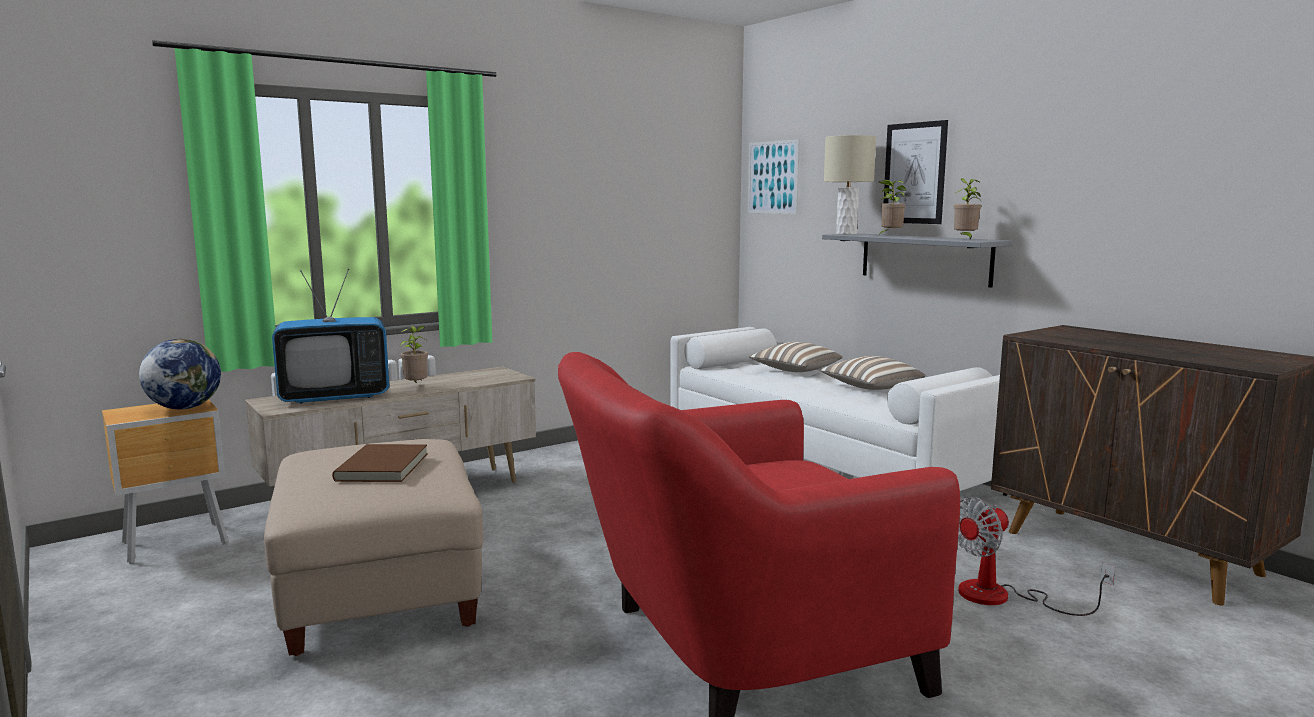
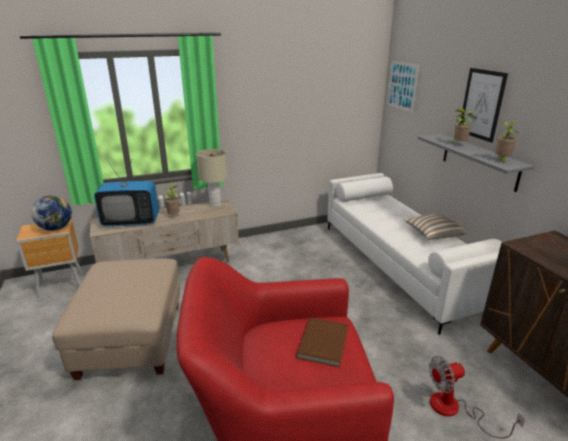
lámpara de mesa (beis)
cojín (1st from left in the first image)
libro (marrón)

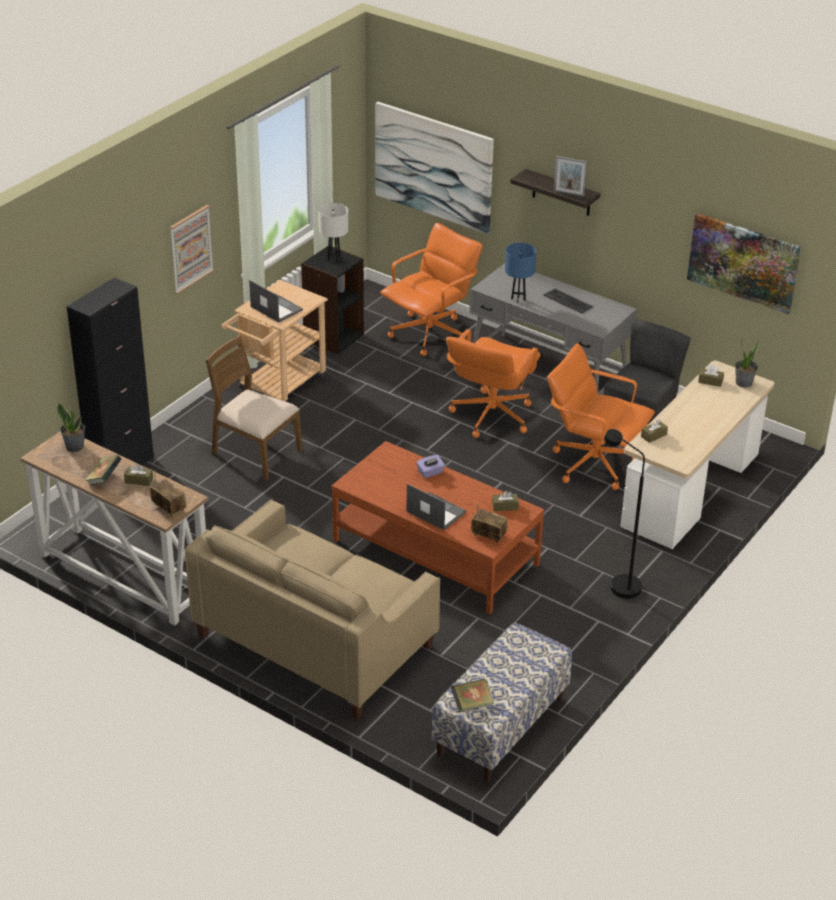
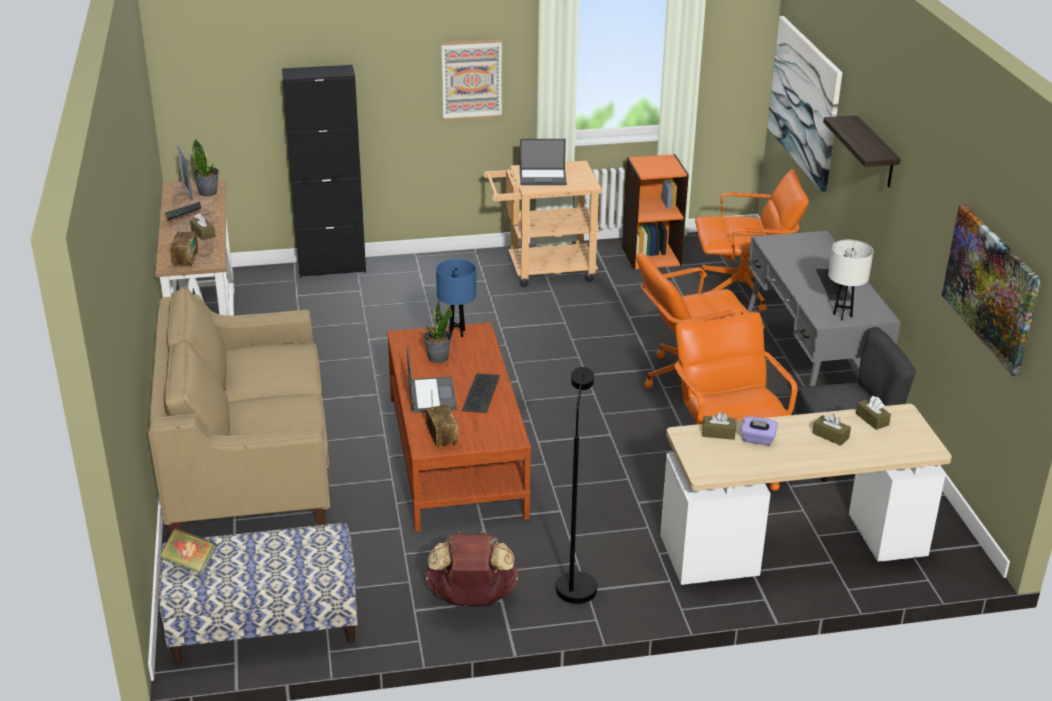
portarretratos
lámpara de mesa (blanco)
lámpara de mesa (azul)
estantería (naranja)
portátil (2nd from left)
silla (marrón)
planta en maceta (2nd from left)
caja de pañuelos (morado)
caja de pañuelos (marrón) (3rd from left)
teclado (1st from left)
mochila (marrón)

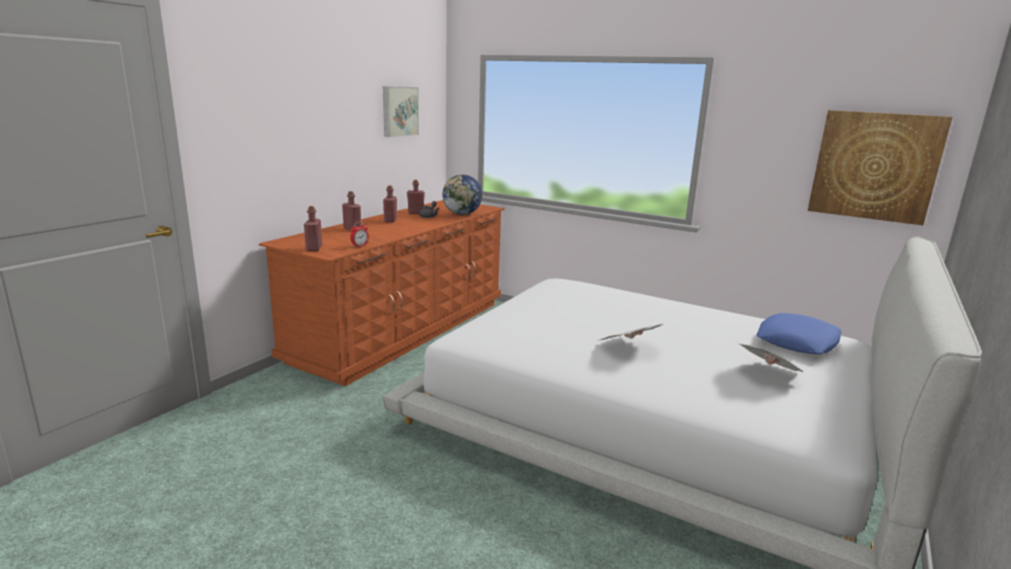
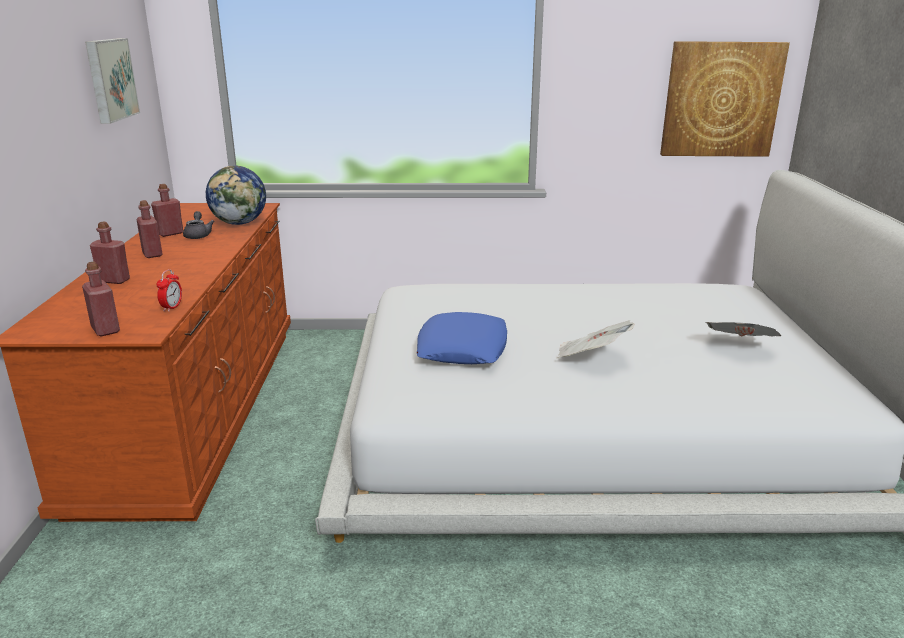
cojín (azul)

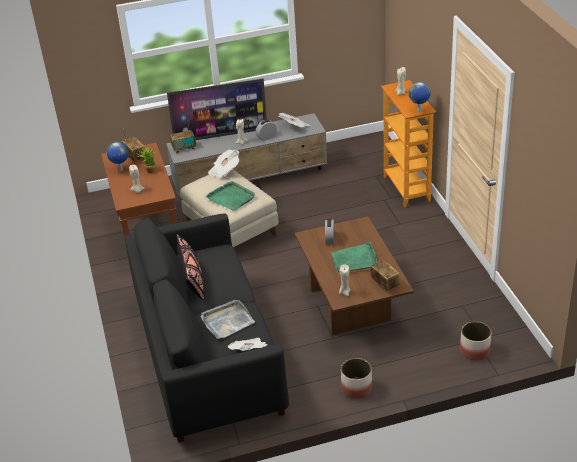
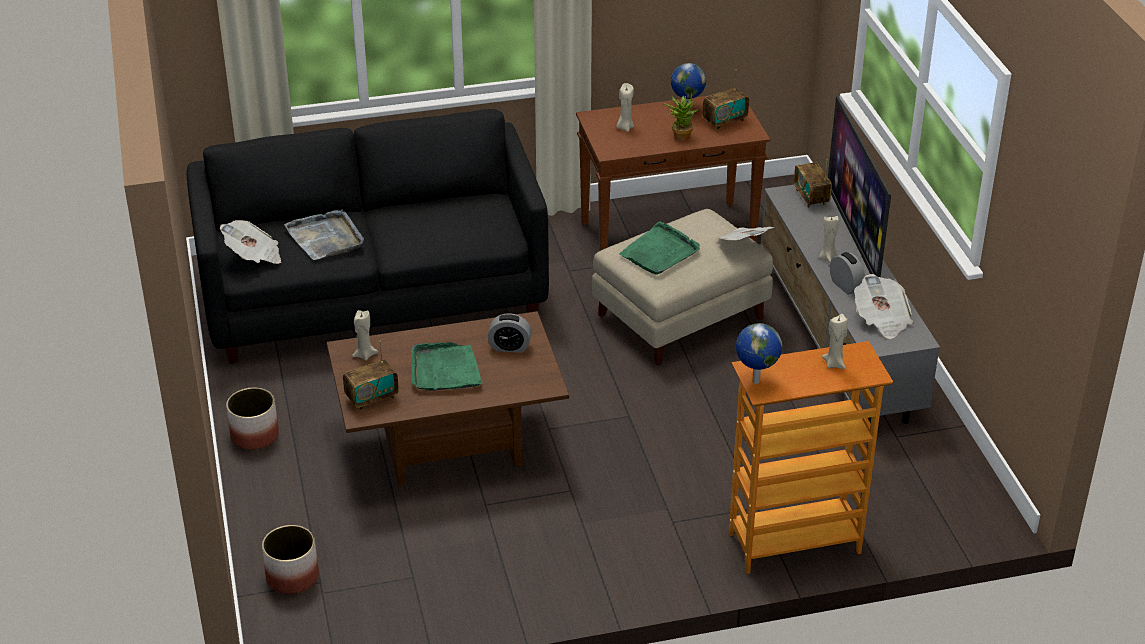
cojín (negro)

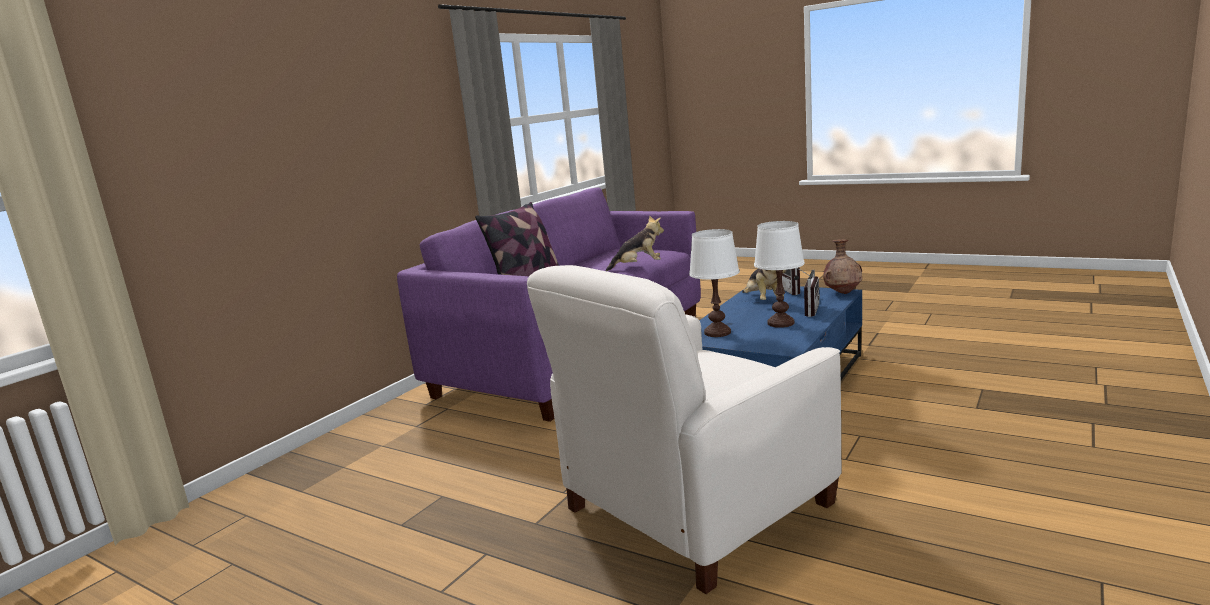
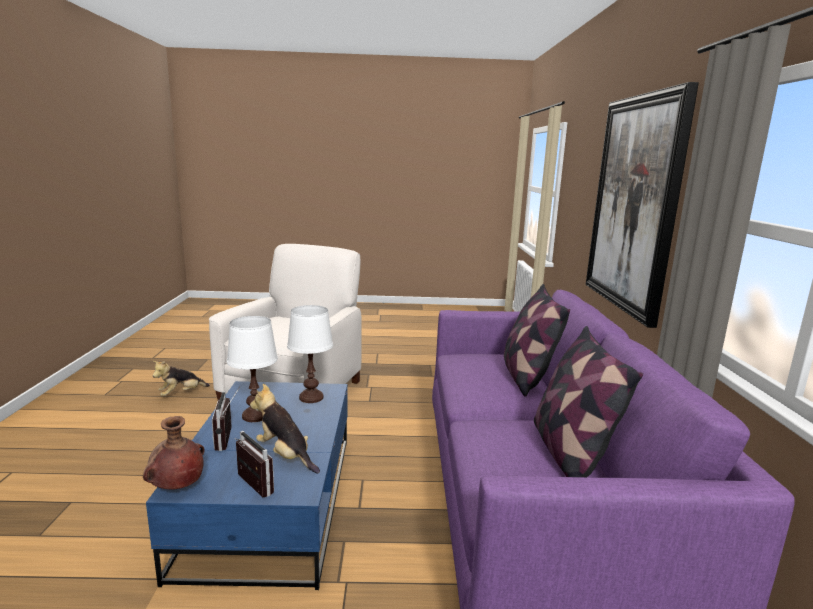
peluche (1st from left)
cuadro
cojín (2nd from left)

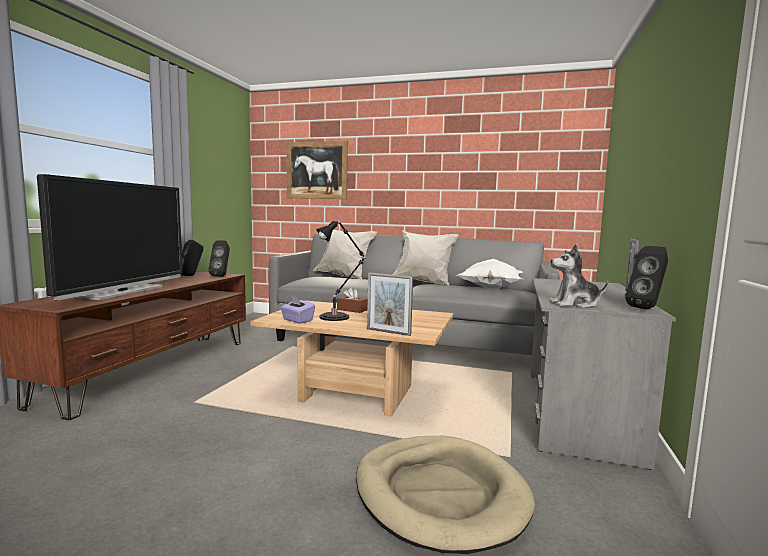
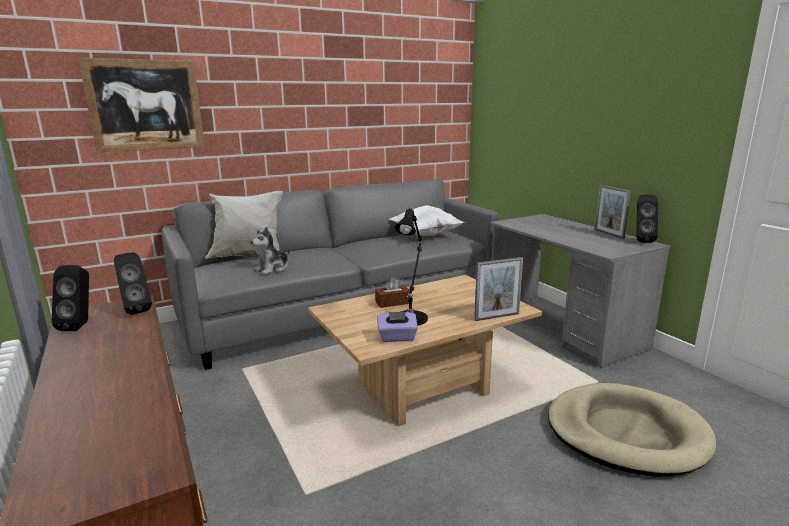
televisor
cojín (blanco) (2nd from left in the first image)
peluche

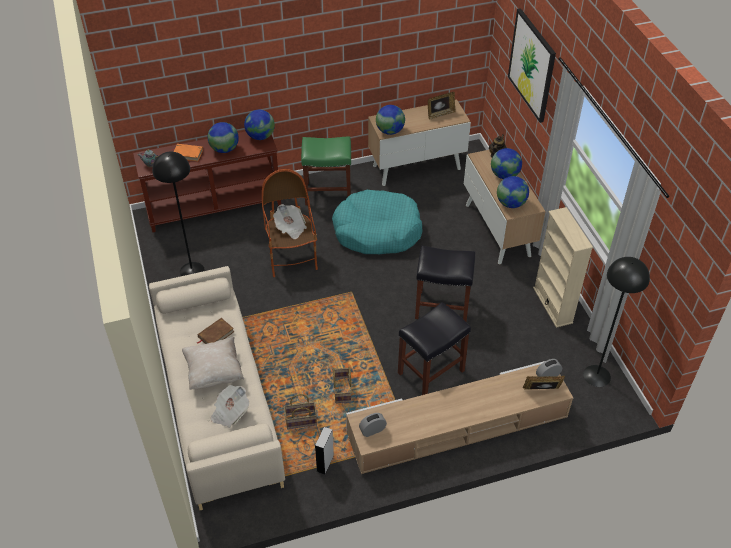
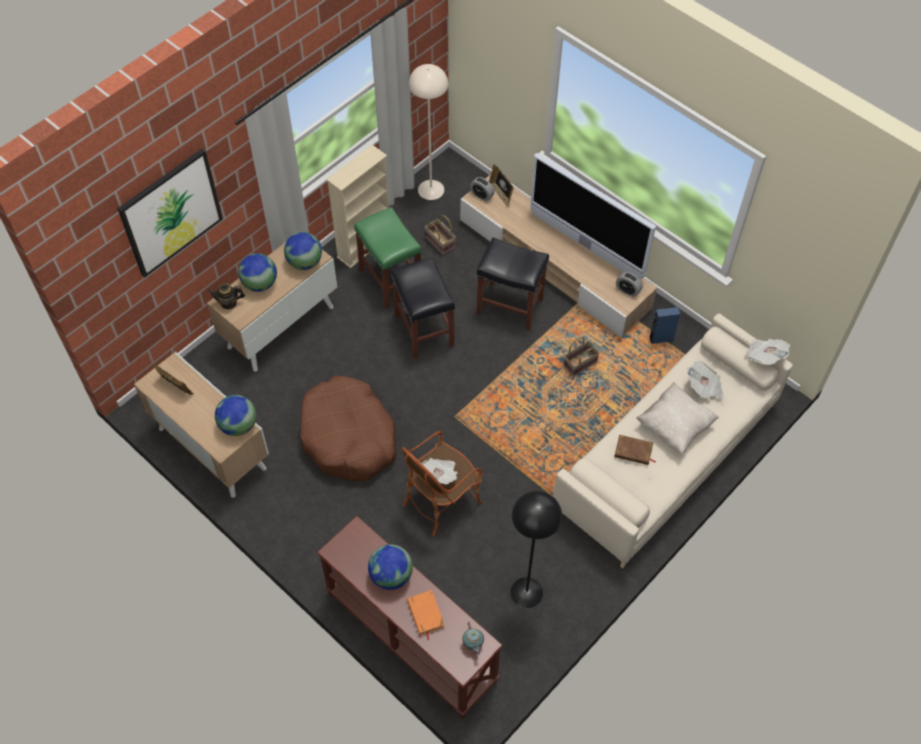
globo terráqueo (2nd from left in the first image)
taburete (verde)
cama para perro (marrón)
lámpara de pie (beis)
cesta (1st from left)
altavoz (azul)
televisor
periódico (3rd from left)

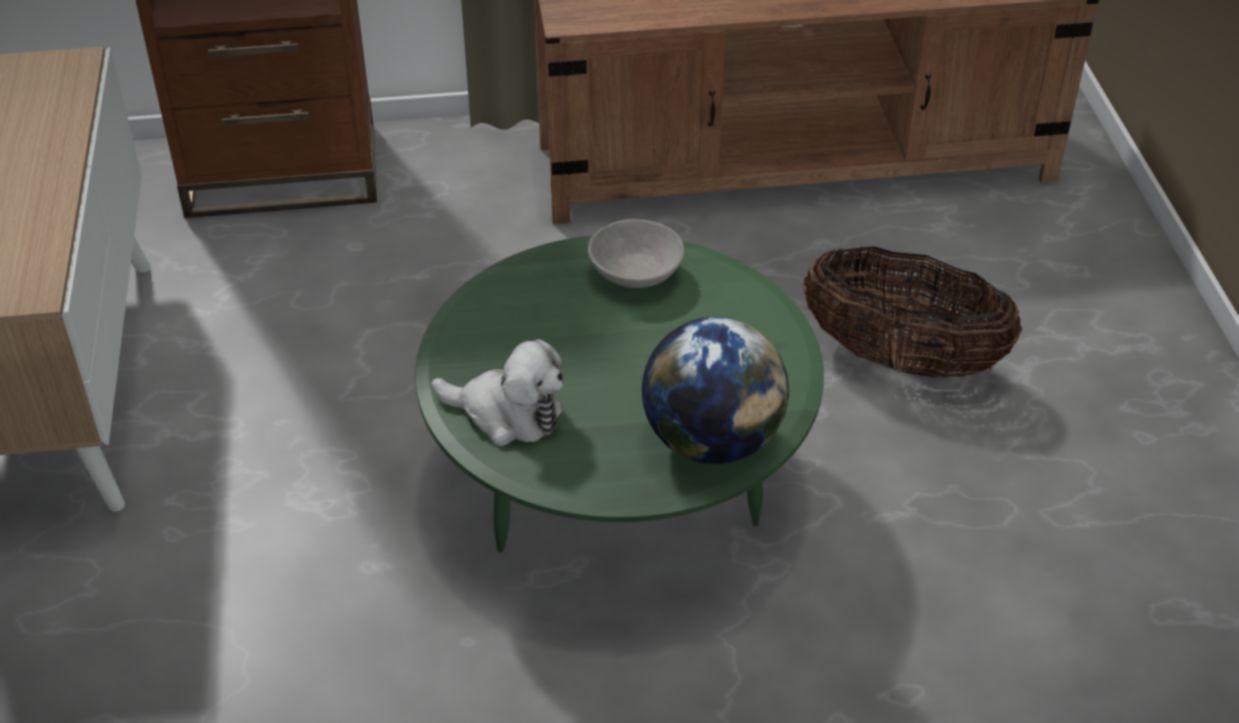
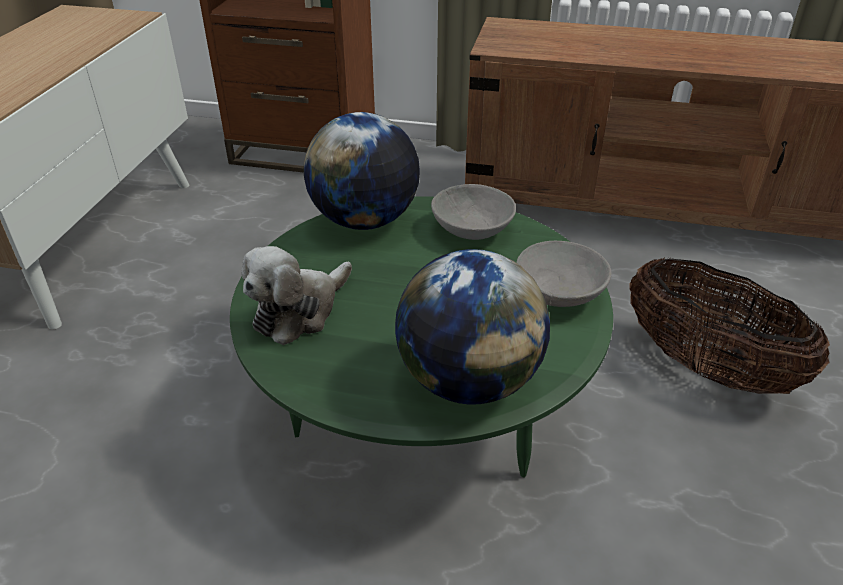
peluche
globo terráqueo (1st from left)
cuenco (gris) (2nd from left)

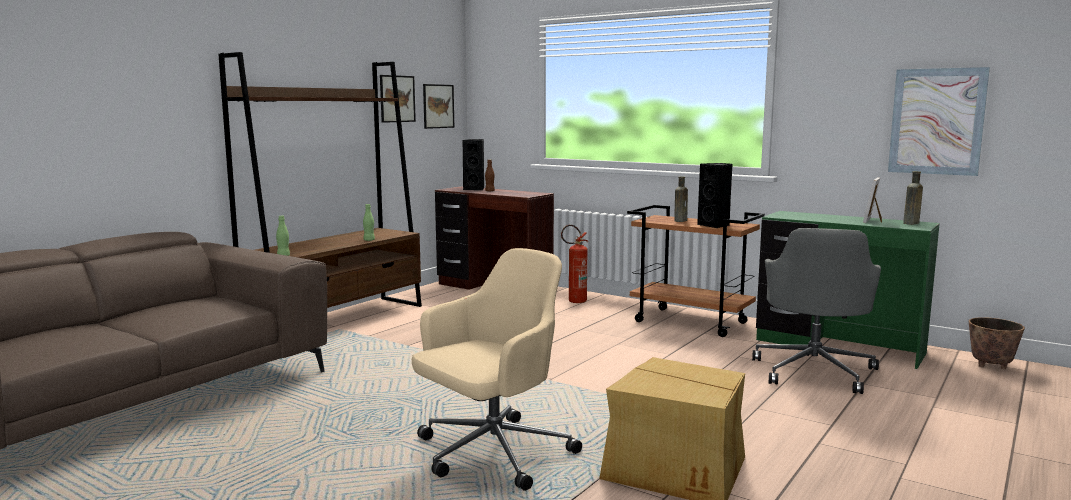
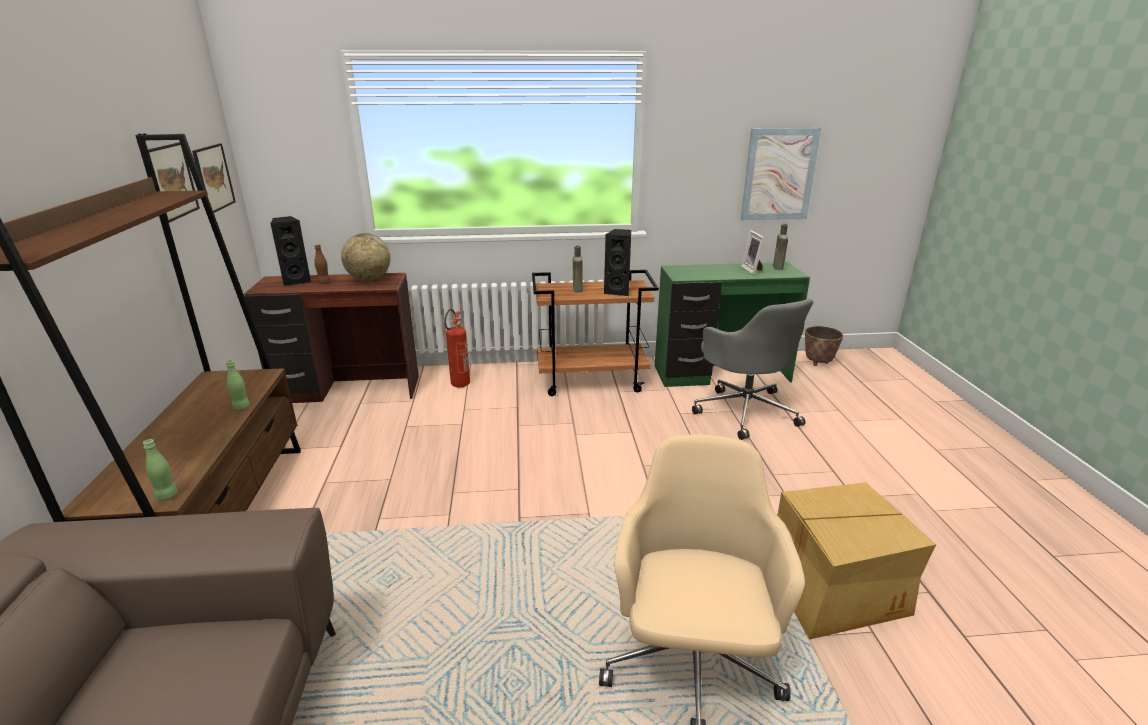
globo terráqueo

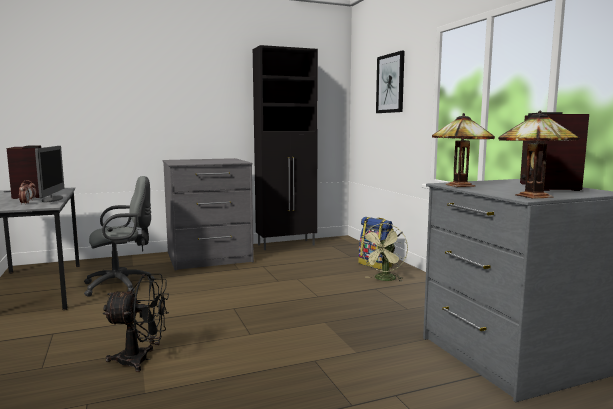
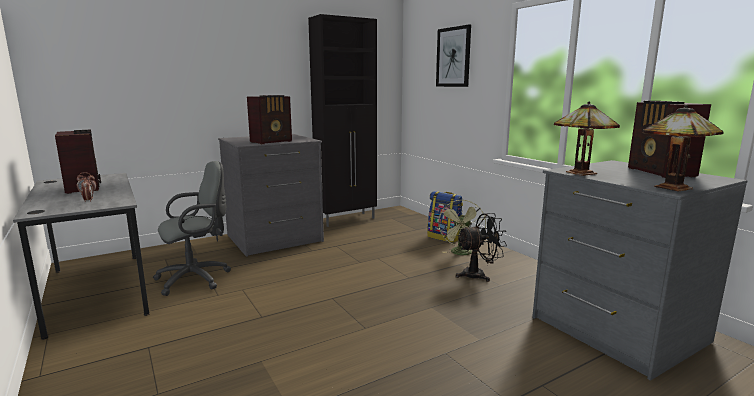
monitor
ventilador (negro)
radio (2nd from left)

